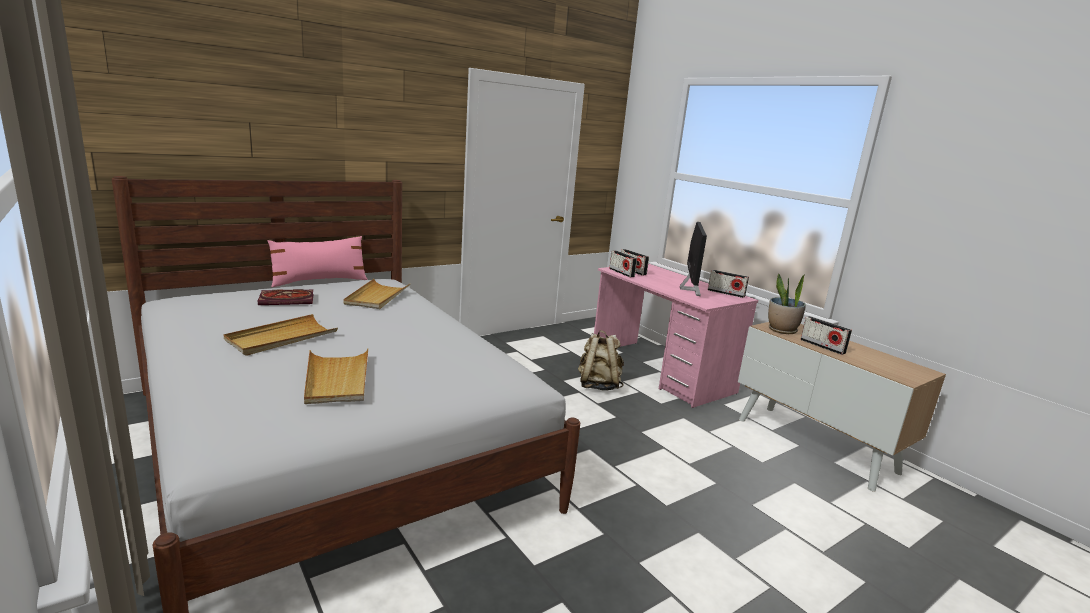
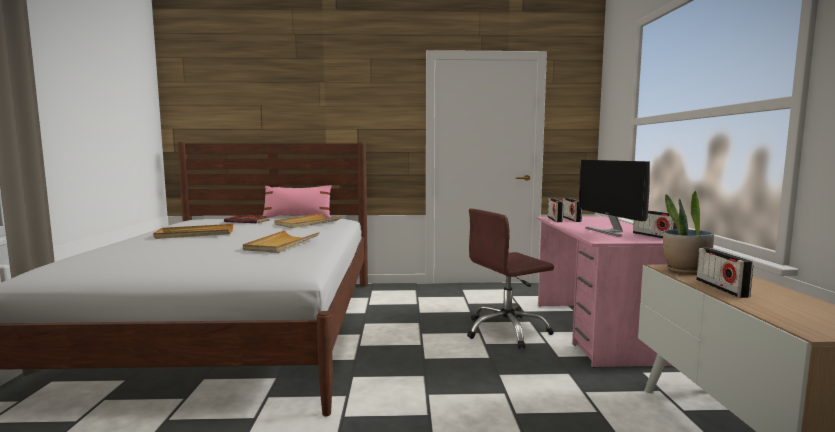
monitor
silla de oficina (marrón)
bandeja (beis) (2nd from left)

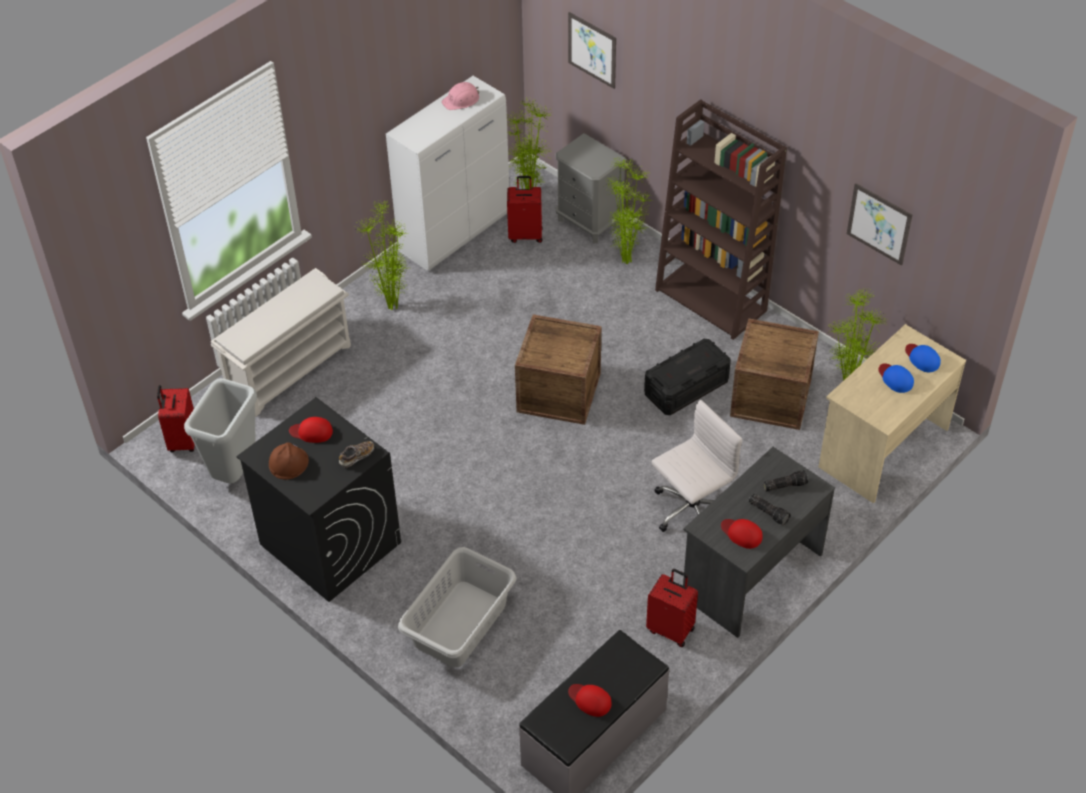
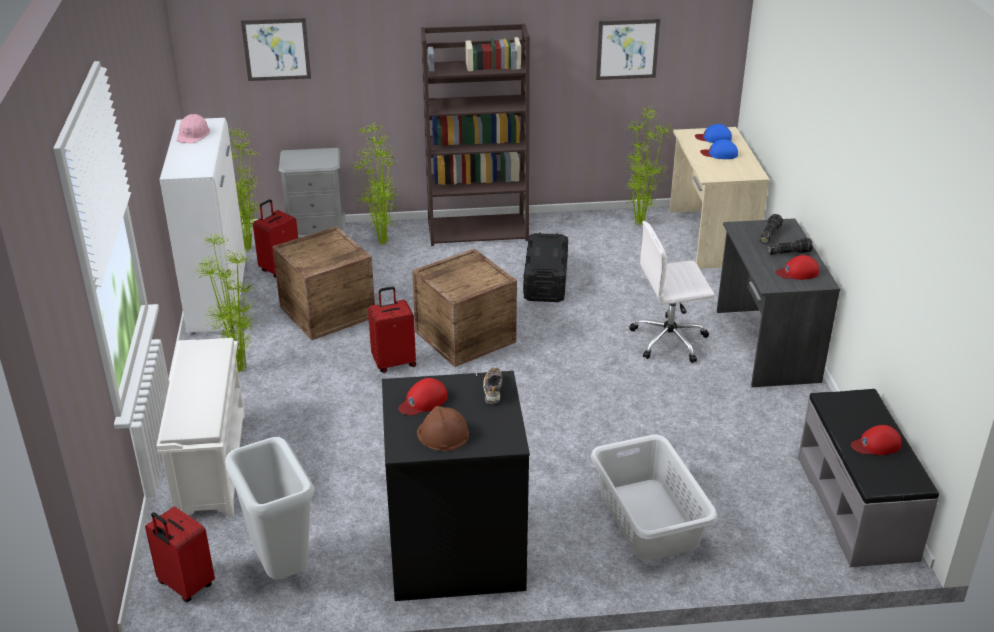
caja de embalaje (1st from left)
silla de oficina (blanco)
maleta (rojo) (3rd from left)

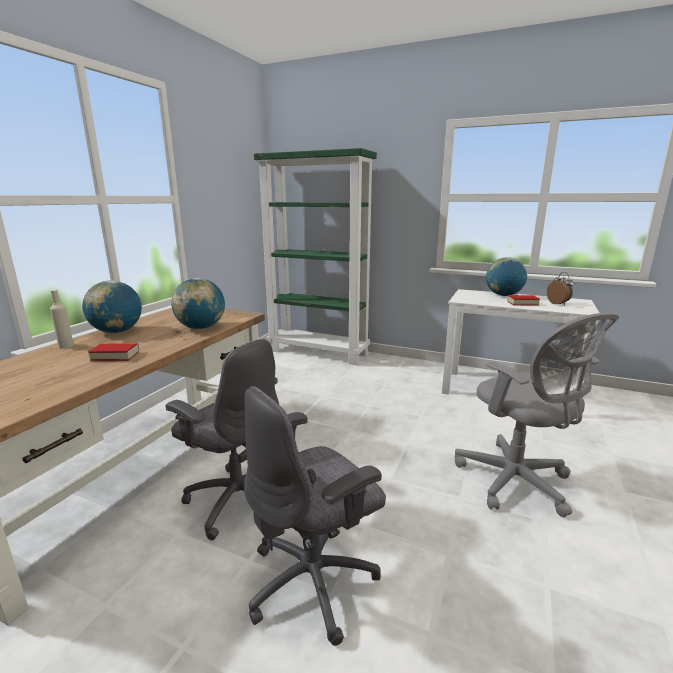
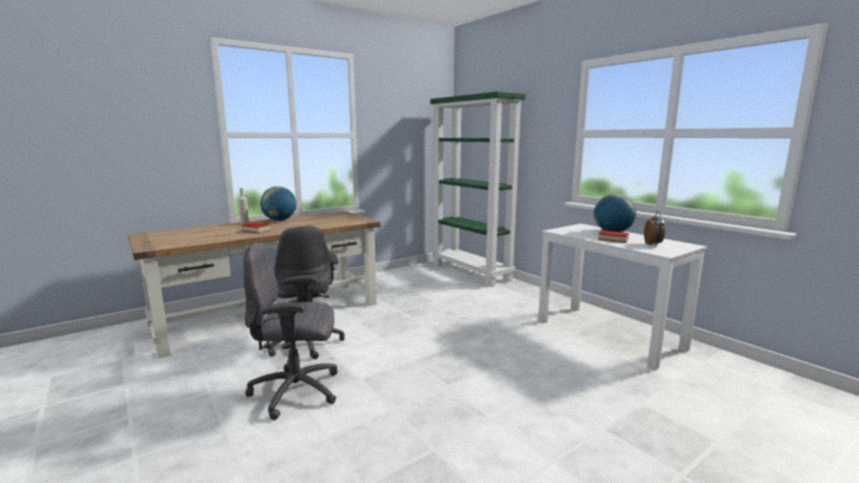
globo terráqueo (2nd from left in the first image)
silla de oficina (gris) (3rd from left in the first image)

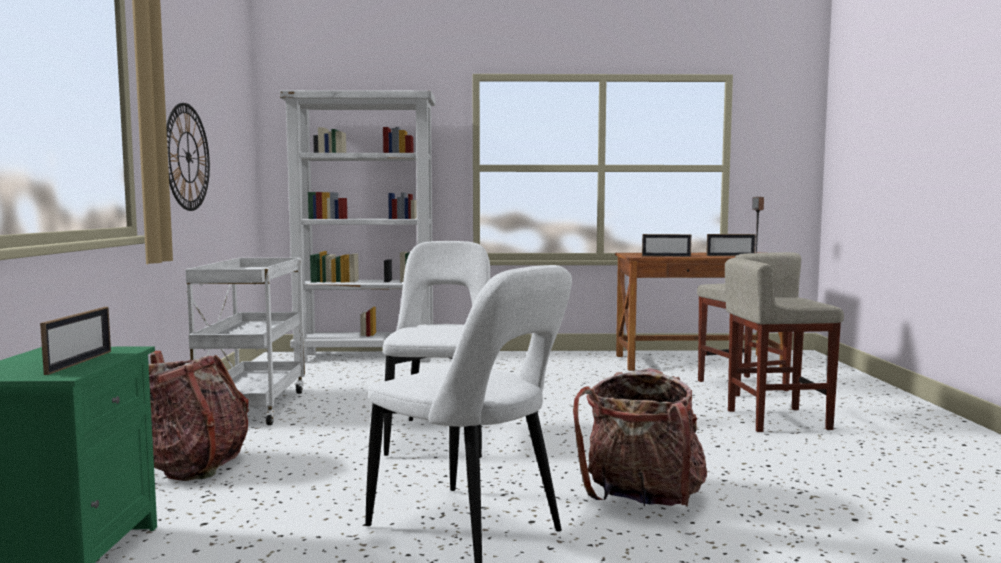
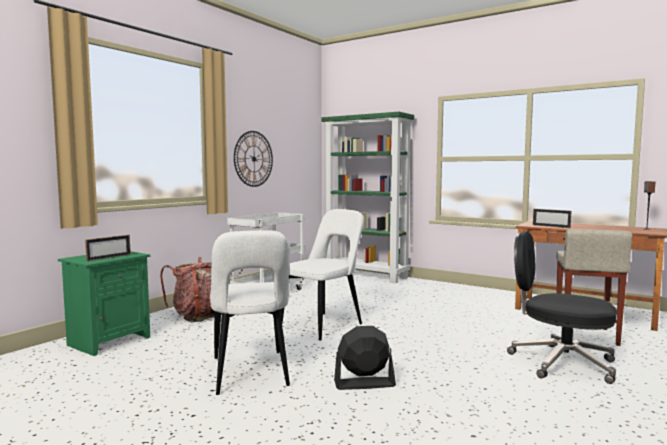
estantería (verde)
portarretratos (3rd from left in the first image)
silla de oficina (negro)
ventilador (negro)

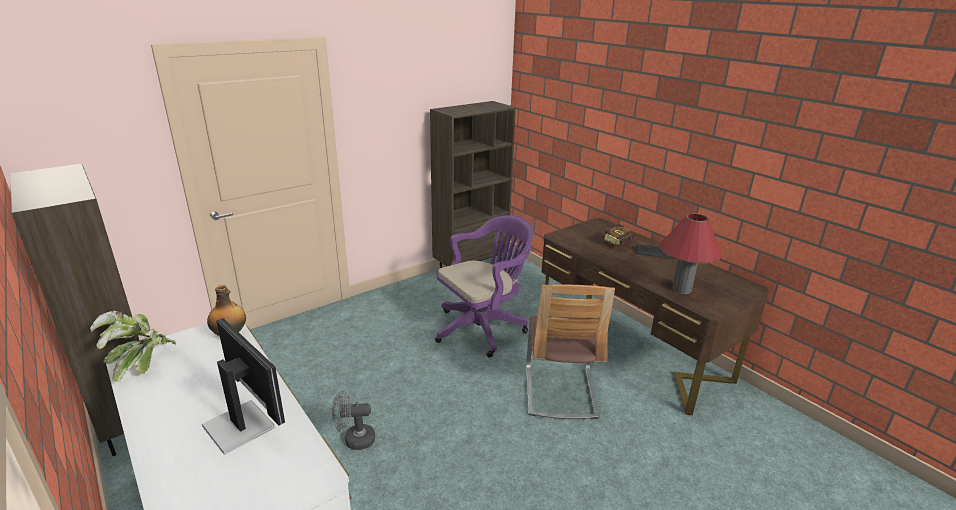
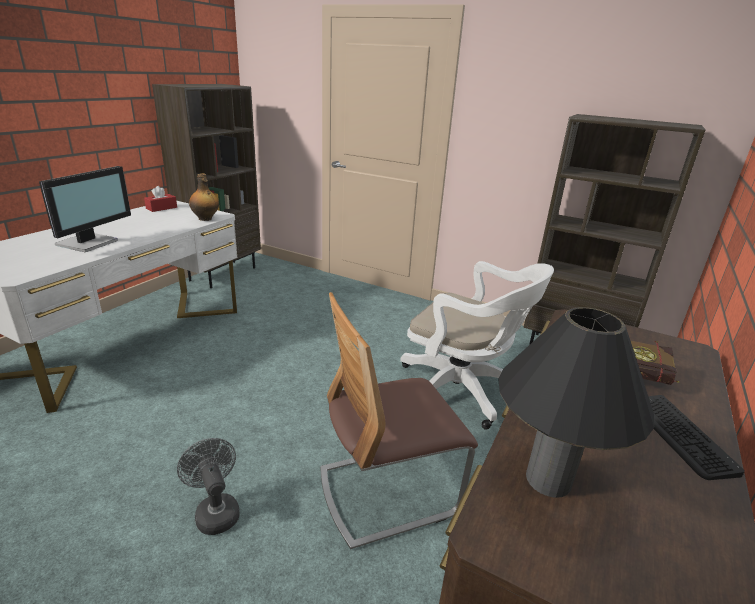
lámpara de mesa (negro)
silla de oficina (blanco)
caja de pañuelos (rojo)
ventilador (gris)

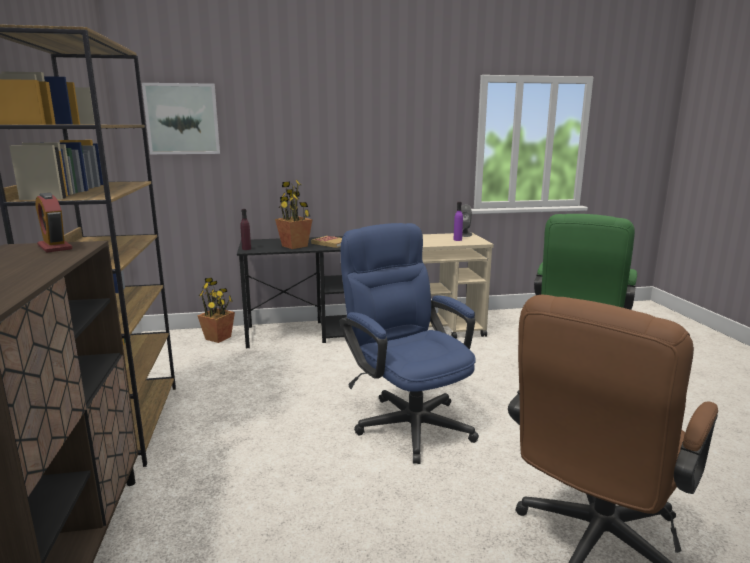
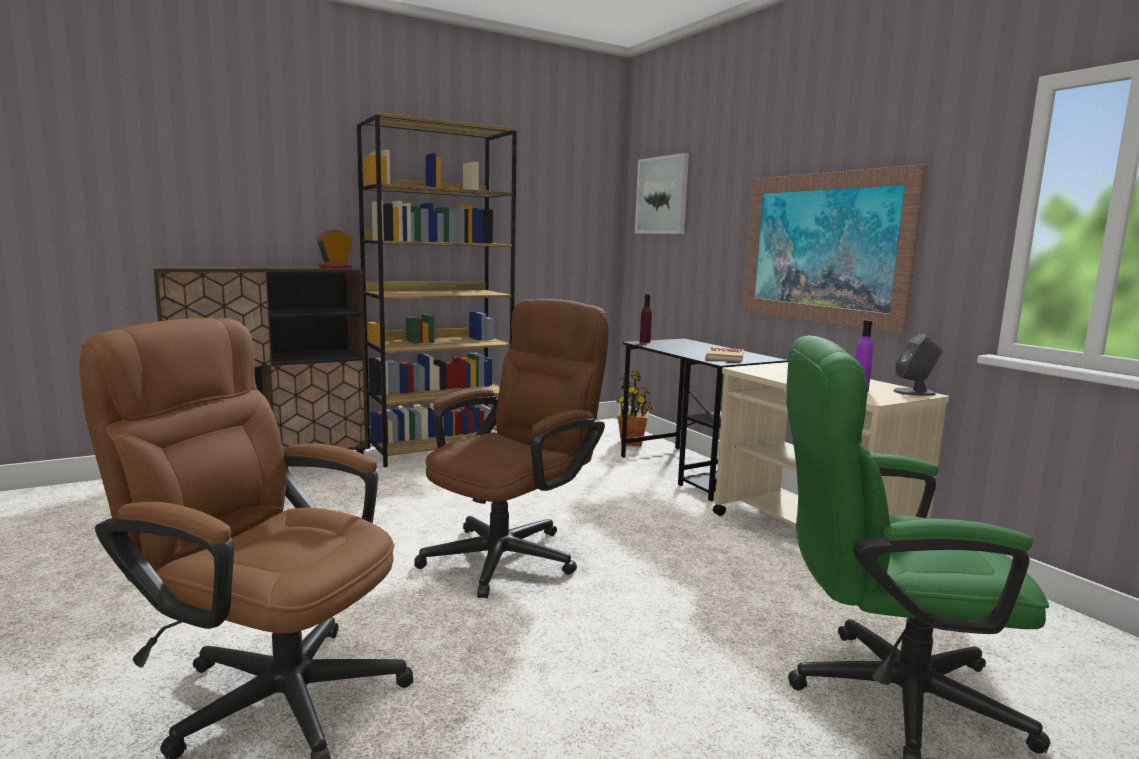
planta en maceta (2nd from left in the first image)
silla de oficina (marrón) (2nd from left)
cuadro (2nd from left)

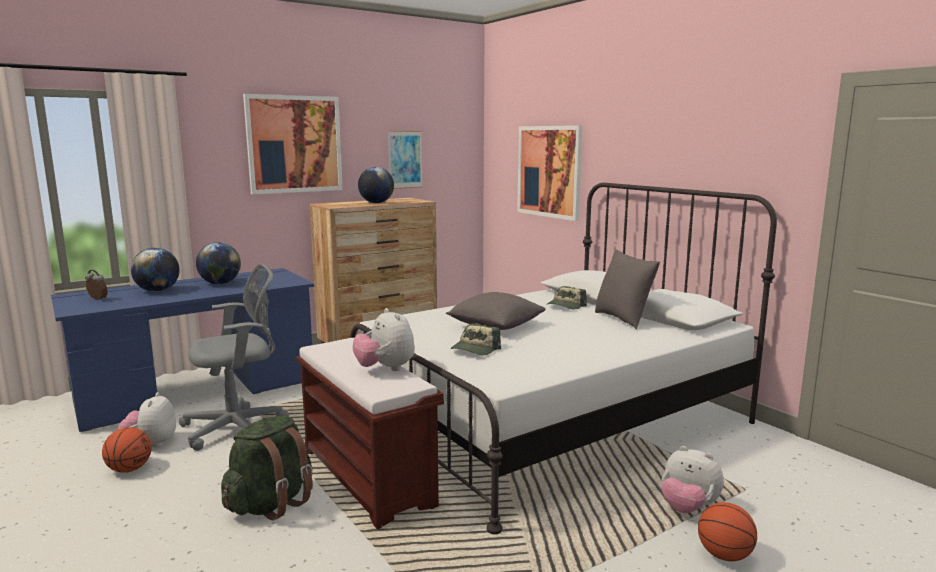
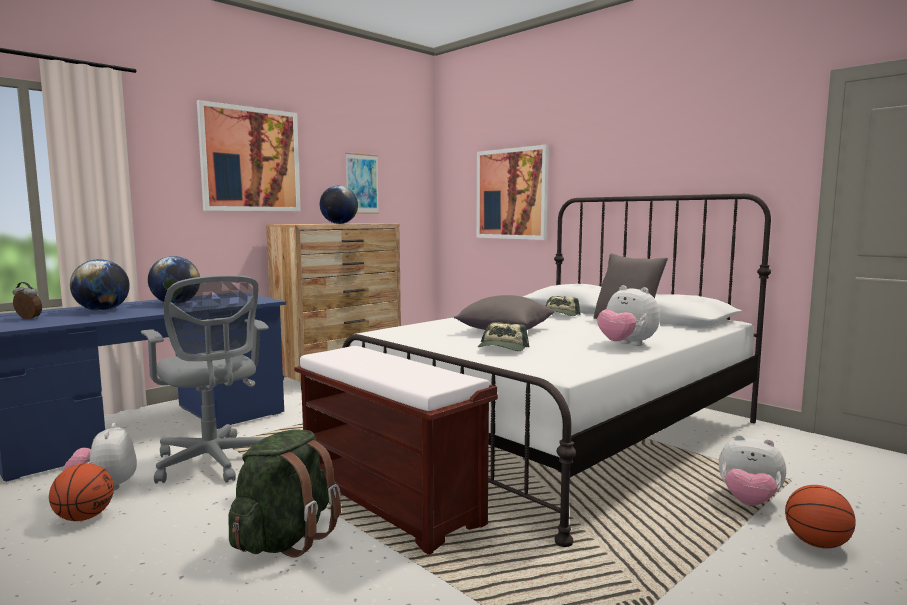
silla de oficina (gris)
peluche (2nd from left)

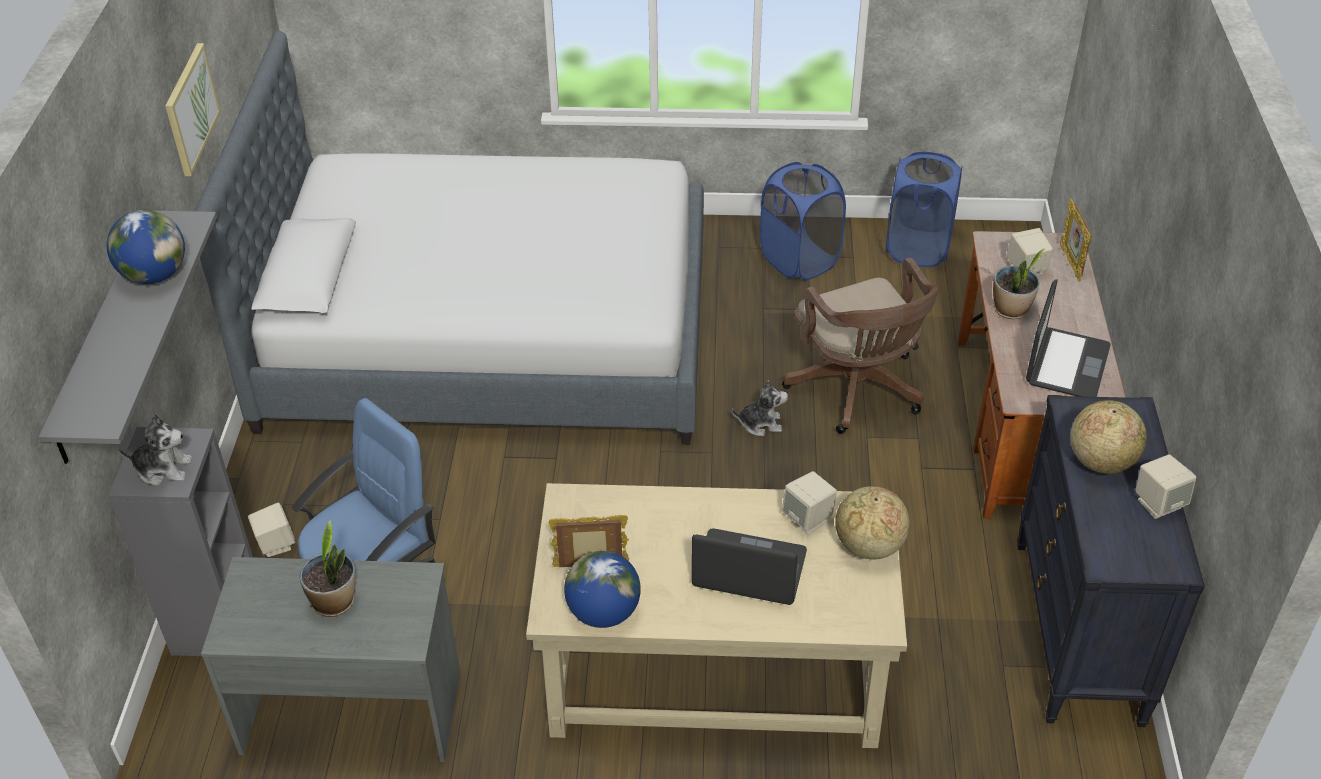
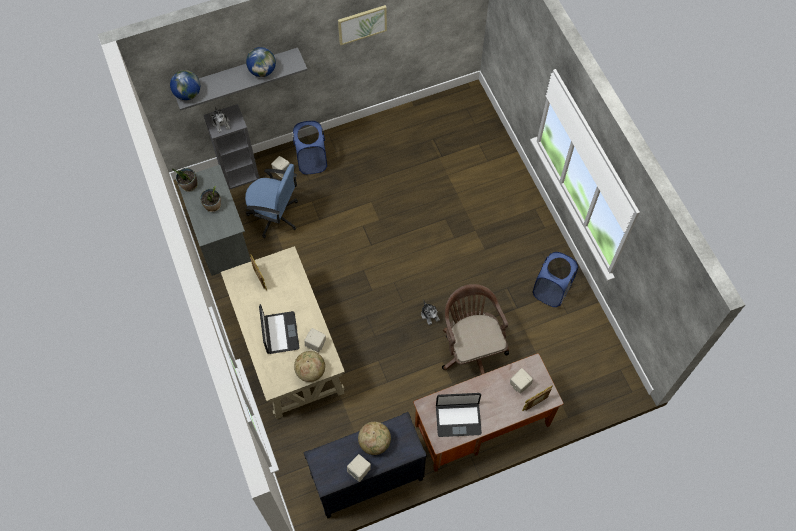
cama
cesto de la ropa (azul) (1st from left)
planta en maceta (1st from left)
silla de oficina (marrón)
globo terráqueo (1st from left)

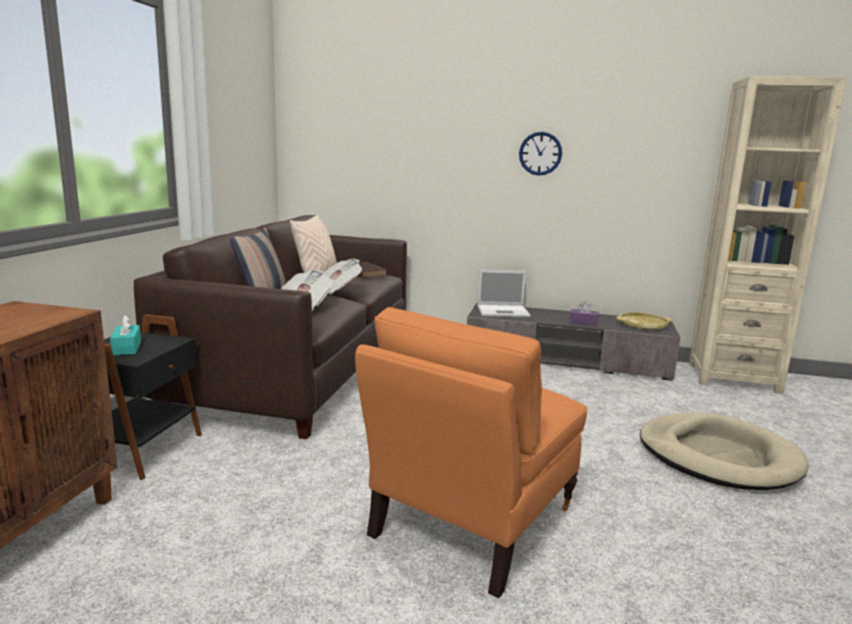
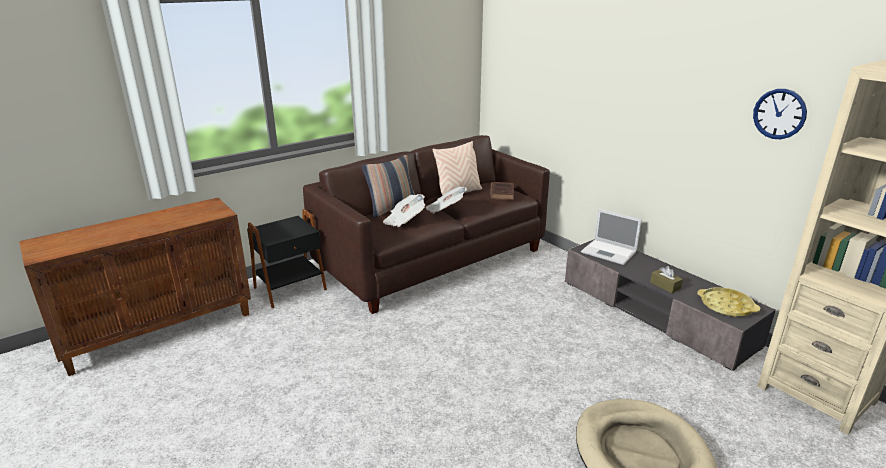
reloj de pared
caja de pañuelos (marrón)
sillón (naranja)
caja de pañuelos (turquesa)

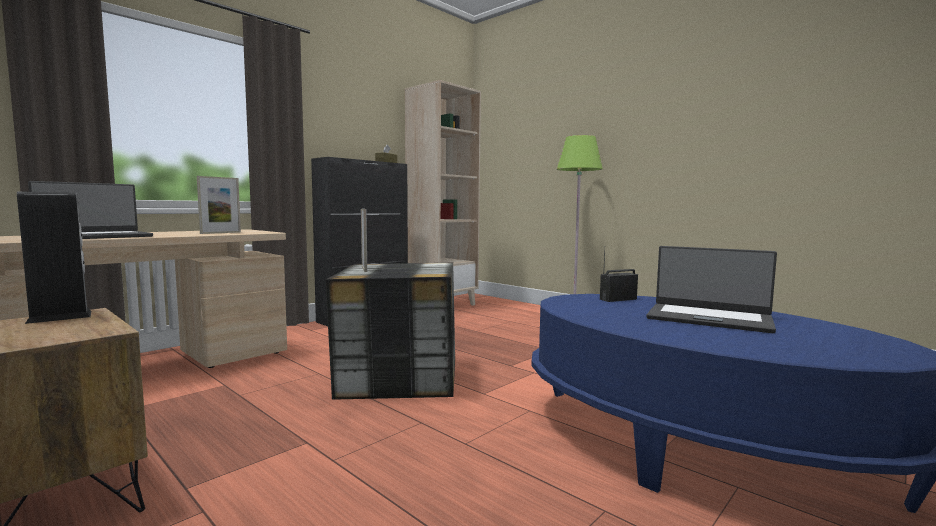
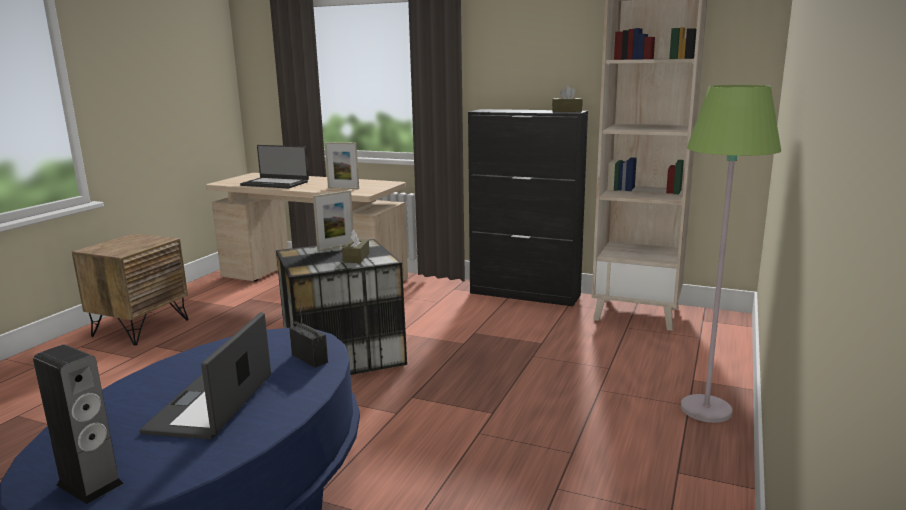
altavoz
caja de pañuelos (marrón) (1st from left)

